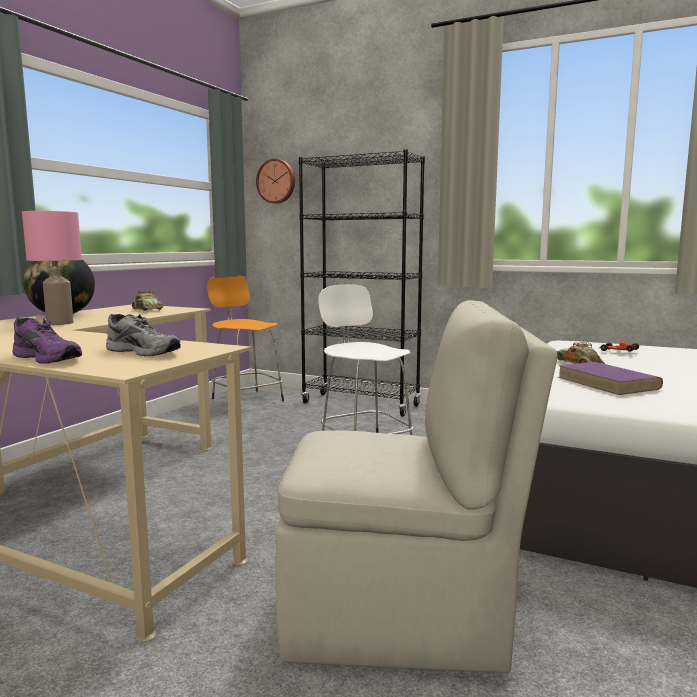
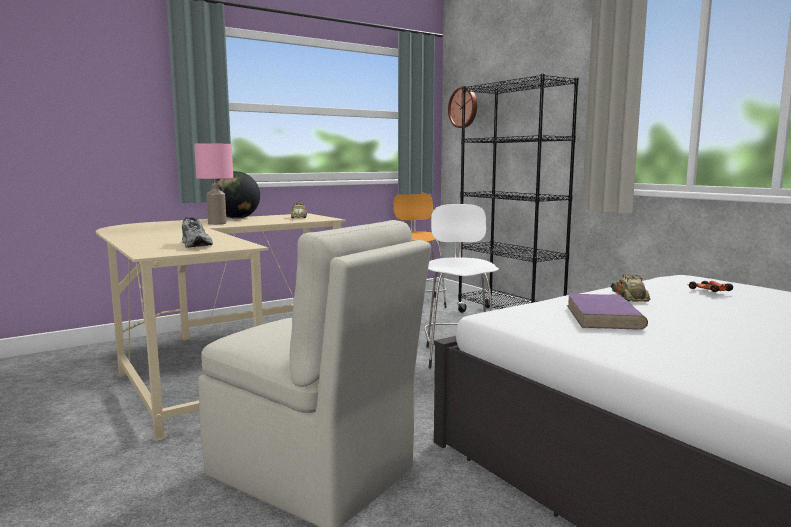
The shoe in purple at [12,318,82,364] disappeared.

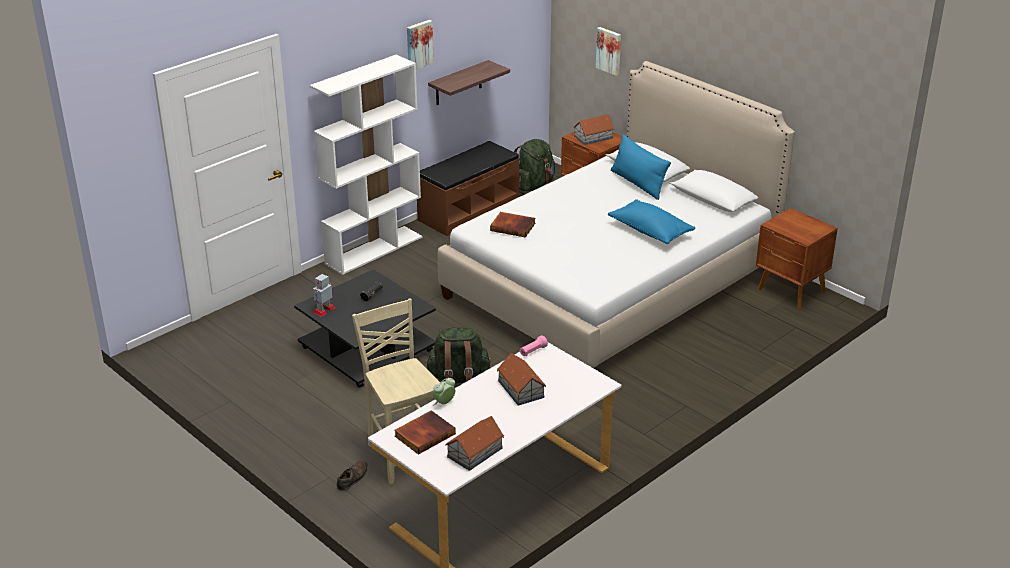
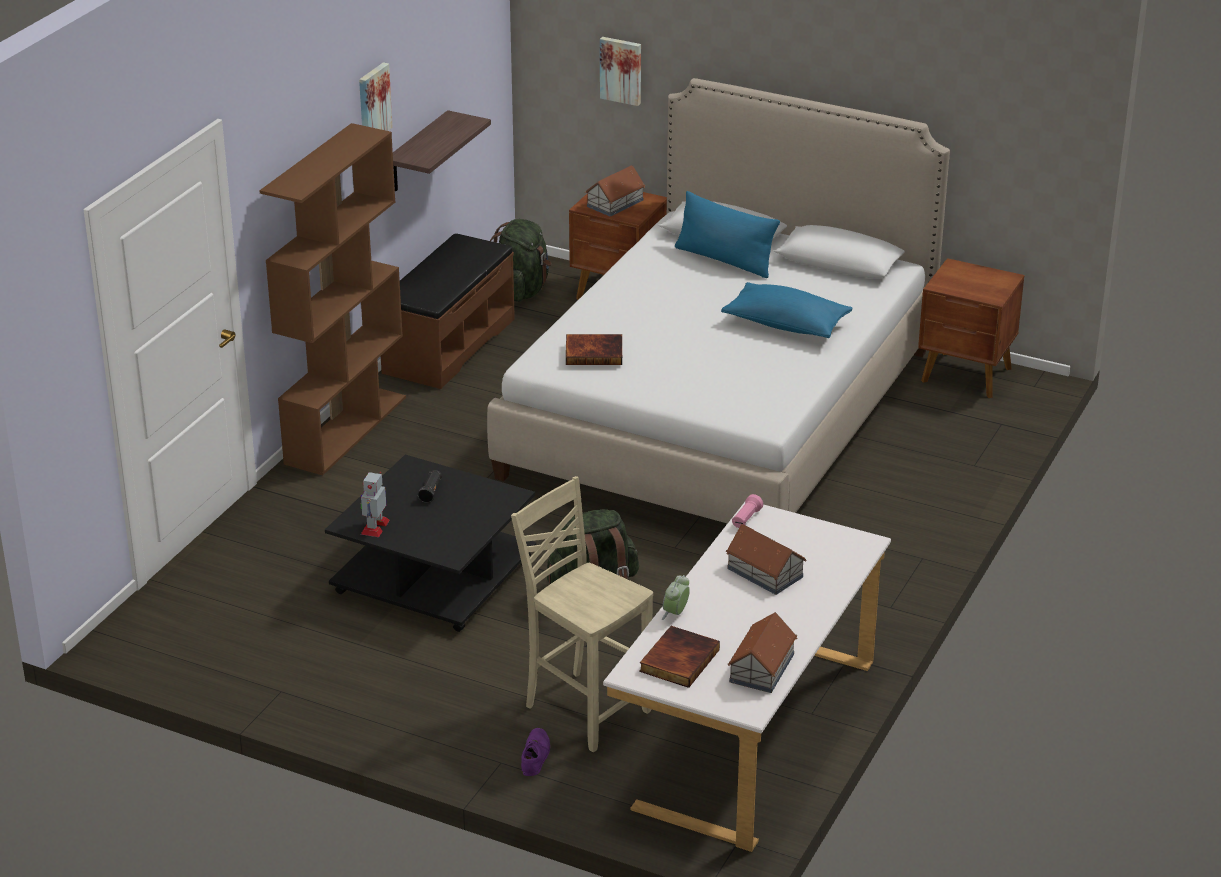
The bookshelf in white-coloured at [309,55,422,275] became the bookshelf in brownish at [260,123,406,475].
The shoe in brownish at [337,460,368,491] became the shoe in purple at [521,728,551,776].

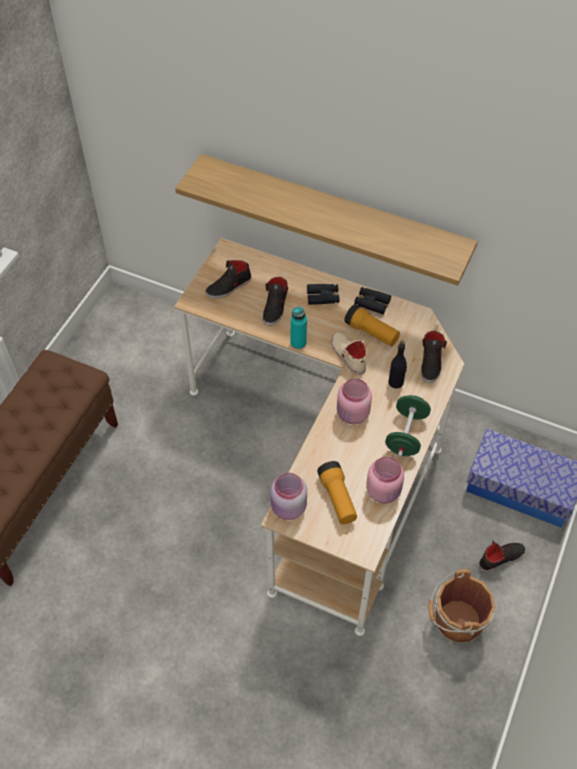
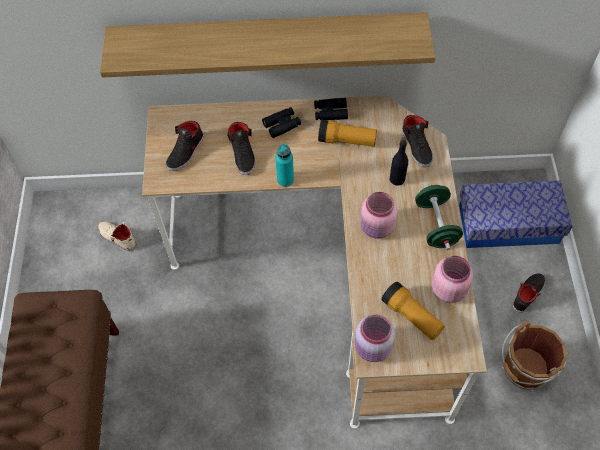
The shoe in beige-coloured moved from [332,332,367,375] to [98,221,136,251].

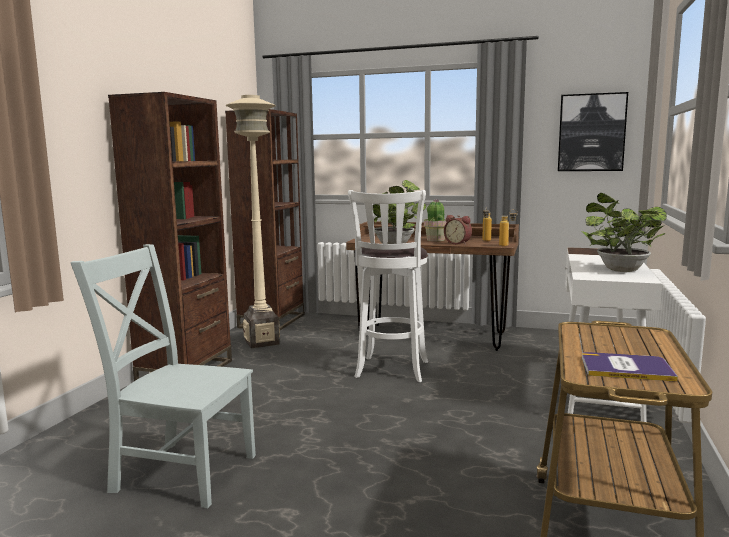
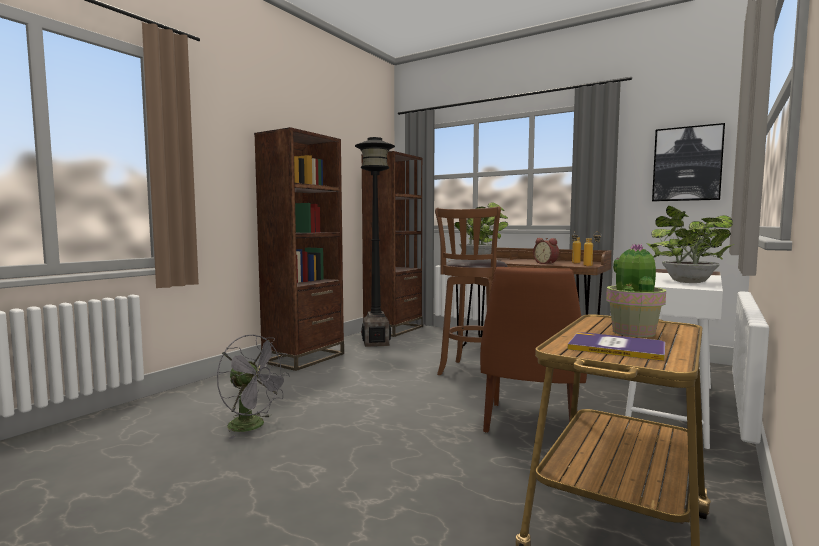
The chair in brownish at [480,267,587,433] appeared.
The houseplant moved from [424,199,447,241] to [606,244,666,337].
The chair in gray at [70,244,256,508] was replaced by the cooling fan in gray at [217,334,290,439].
The standard lamp in beige-coloured at [226,95,280,348] became the standard lamp in blackish at [355,137,395,347].
The sitting stool in white-coloured at [348,190,428,382] became the sitting stool in brownish at [435,207,507,375].

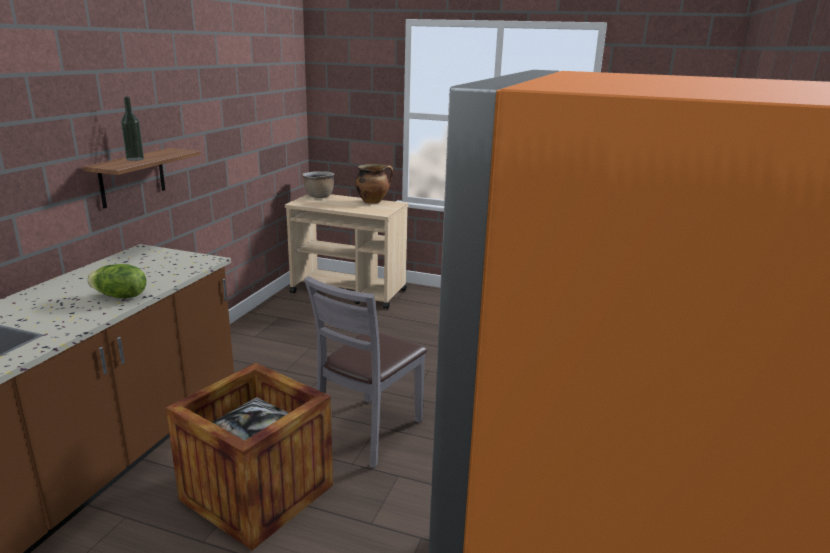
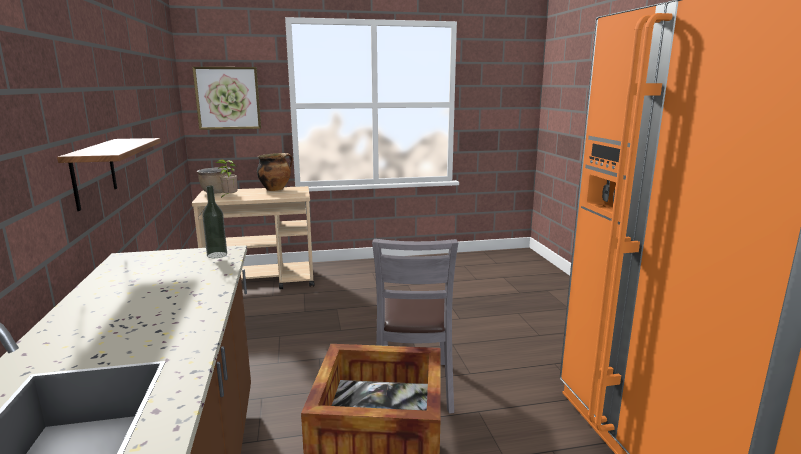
The lettuce at [87,264,146,298] disappeared.
The wall art at [192,67,261,130] appeared.
The houseplant at [215,159,238,199] appeared.
The beverage bottle moved from [121,97,144,161] to [202,185,227,258].

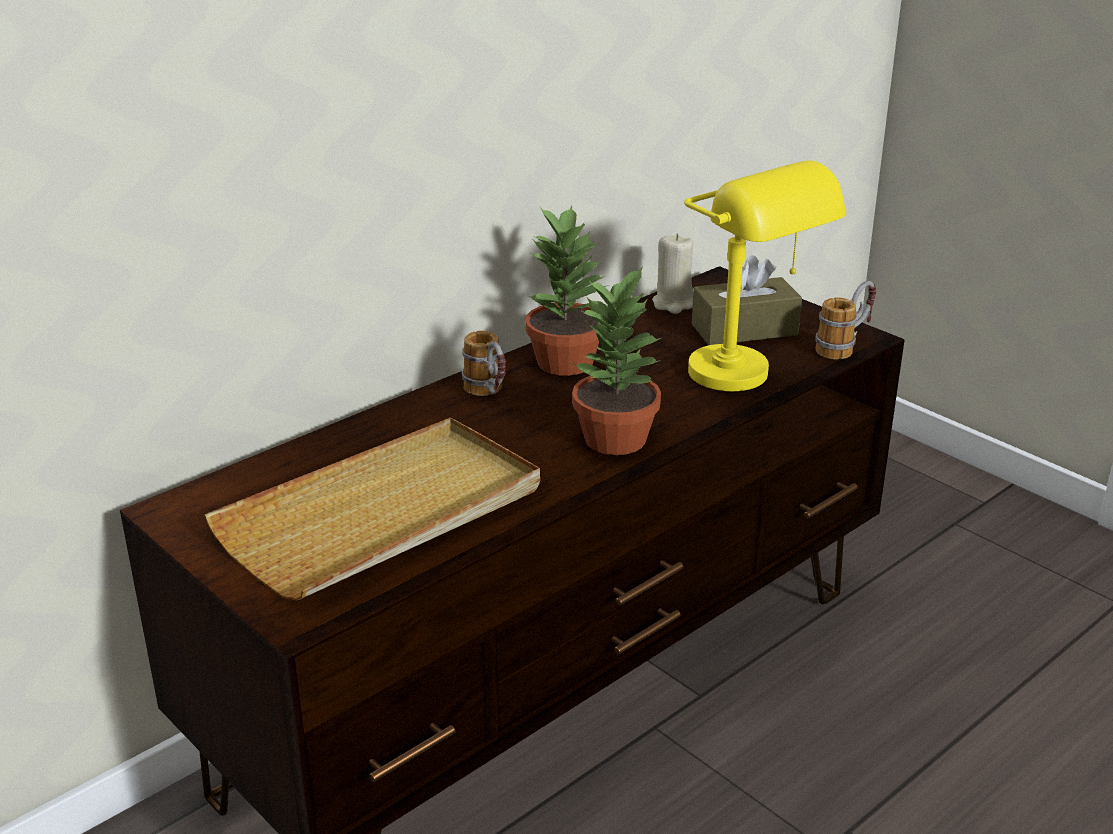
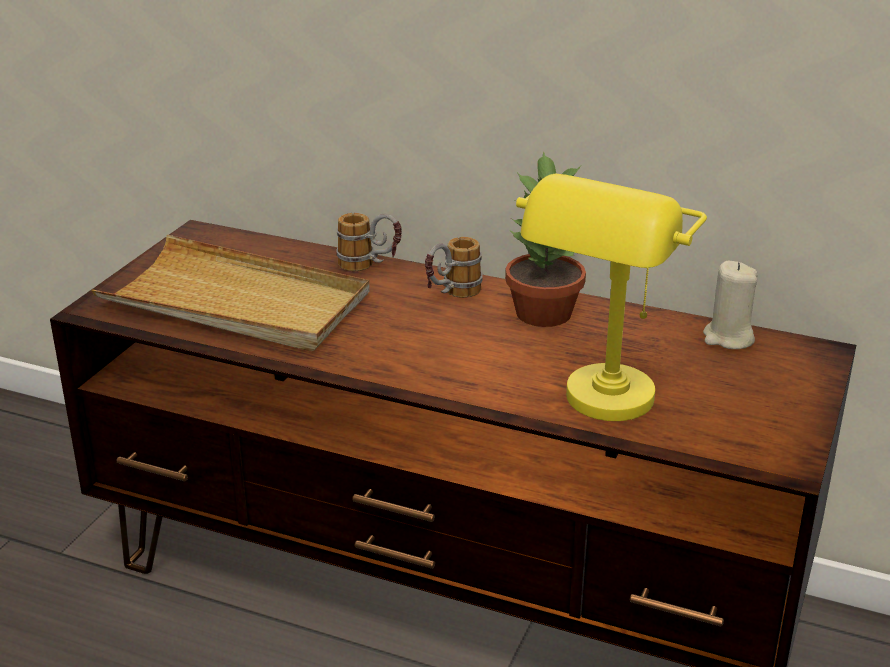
The houseplant at [572,266,661,455] disappeared.
The tissue box in brownish at [692,255,802,345] disappeared.
The mug moved from [816,281,877,360] to [336,213,402,271].

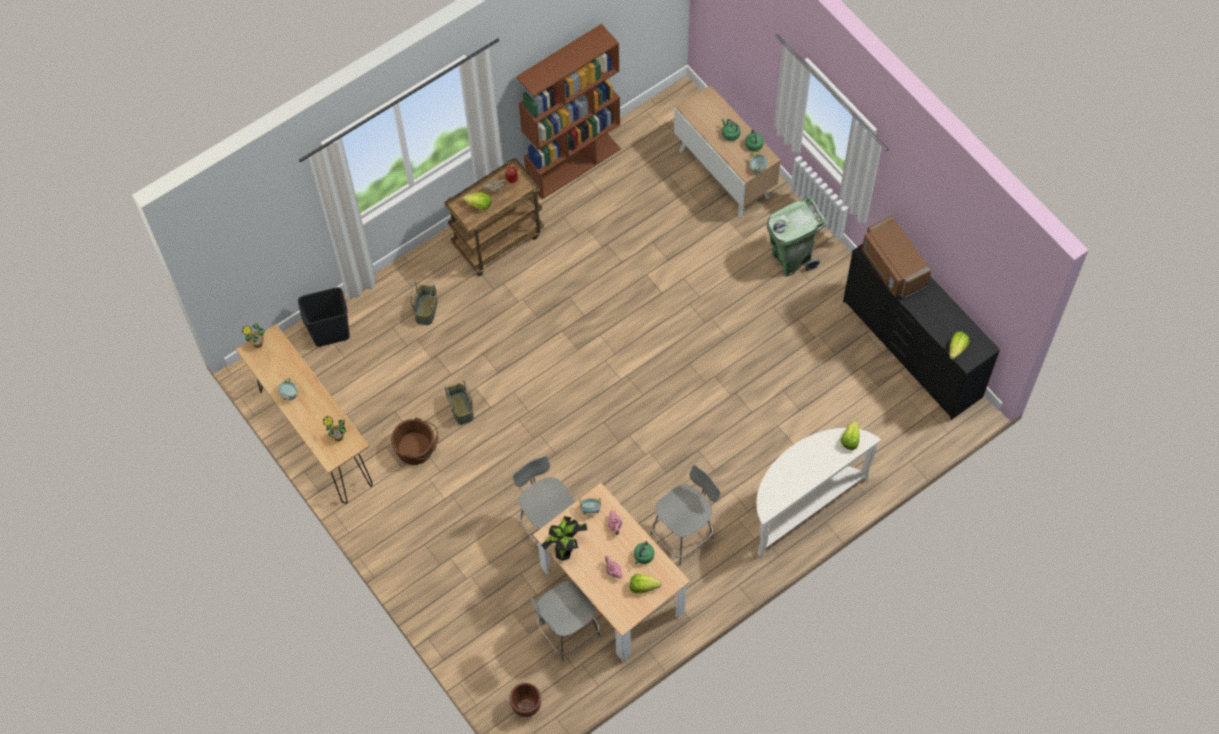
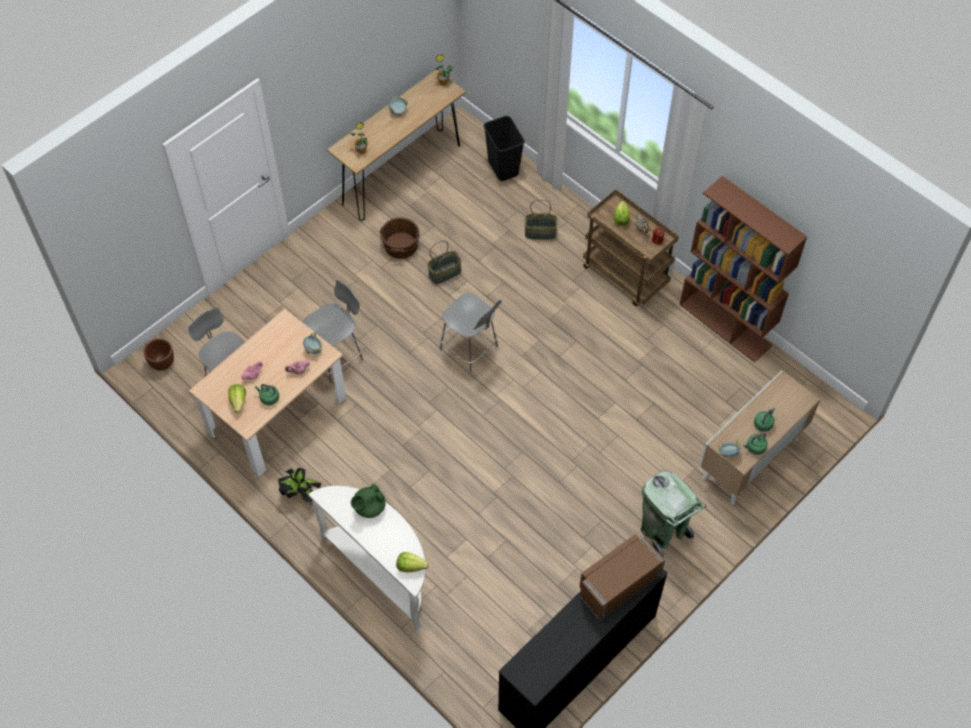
The lettuce at [949,331,970,360] disappeared.
The teapot in green at [351,484,386,518] appeared.
The houseplant moved from [541,516,588,561] to [278,468,321,503].
The chair in gray moved from [650,465,720,565] to [440,293,502,373].

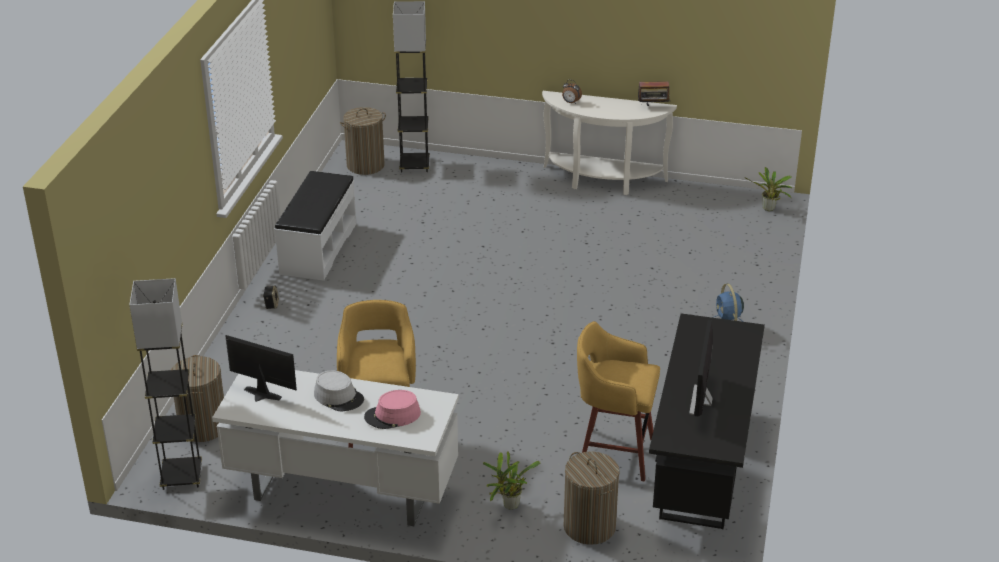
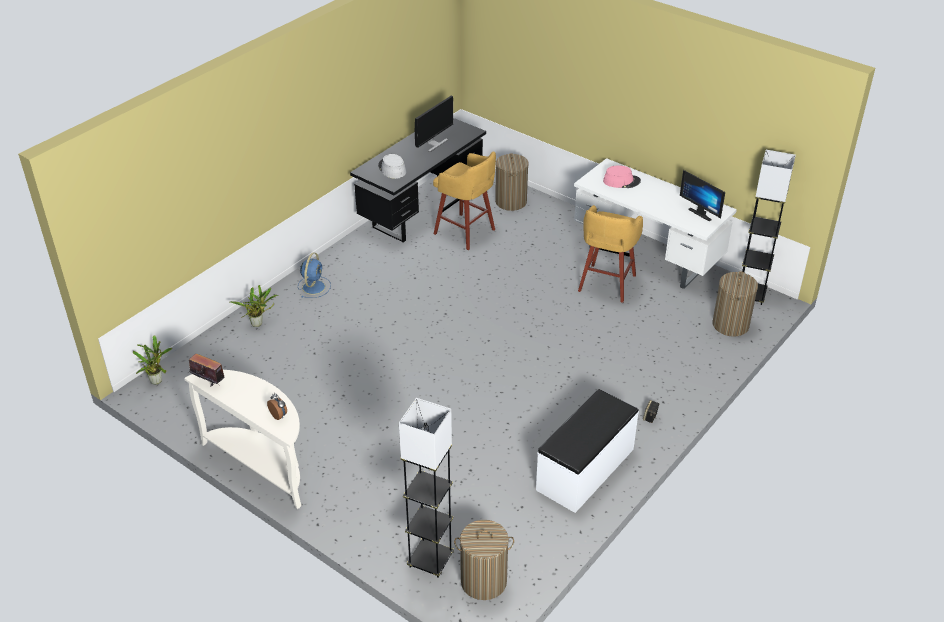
The hat in gray moved from [314,371,364,411] to [378,154,406,179].
The houseplant moved from [483,451,540,510] to [229,285,278,327].

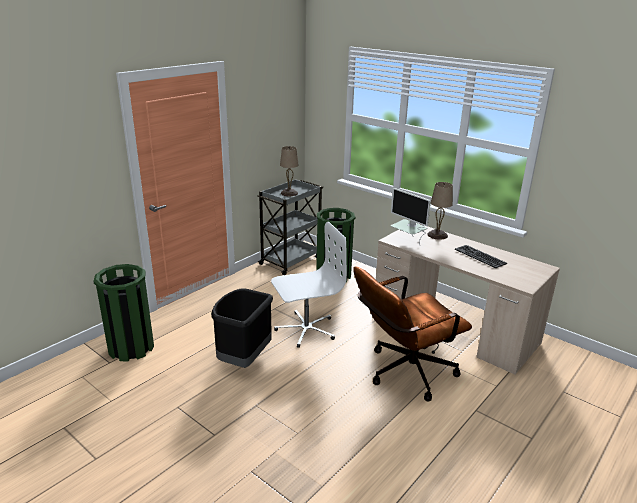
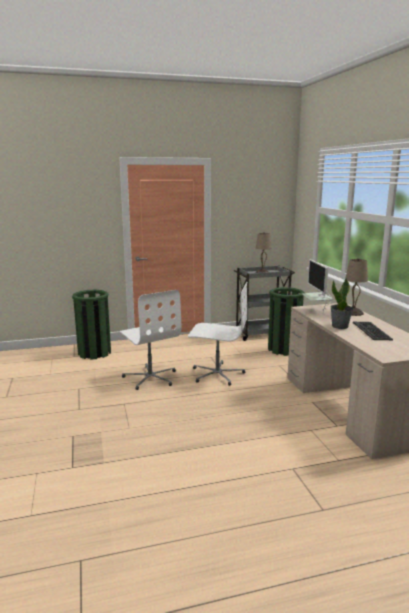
The office chair in brownish at [353,267,472,402] disappeared.
The houseplant at [331,278,353,329] appeared.
The rubbish bin in blackish at [211,289,273,368] was replaced by the office chair in white-coloured at [119,290,181,390].

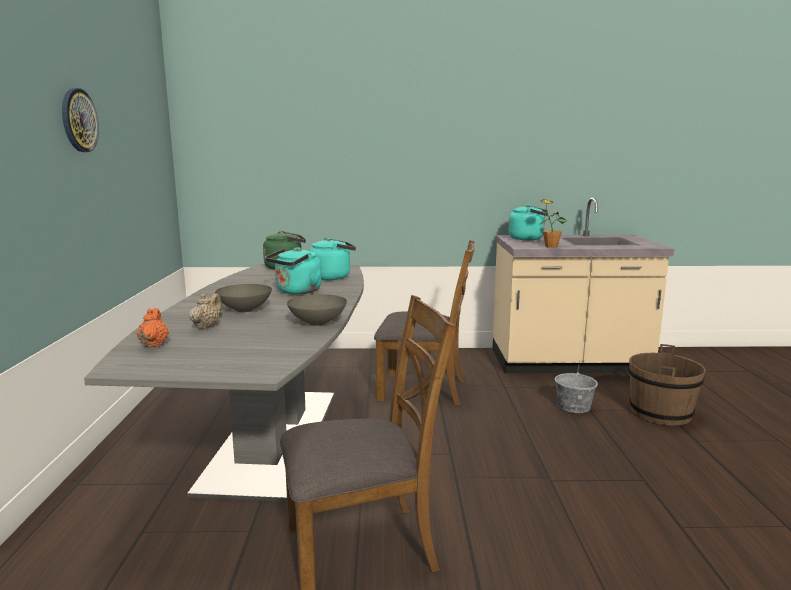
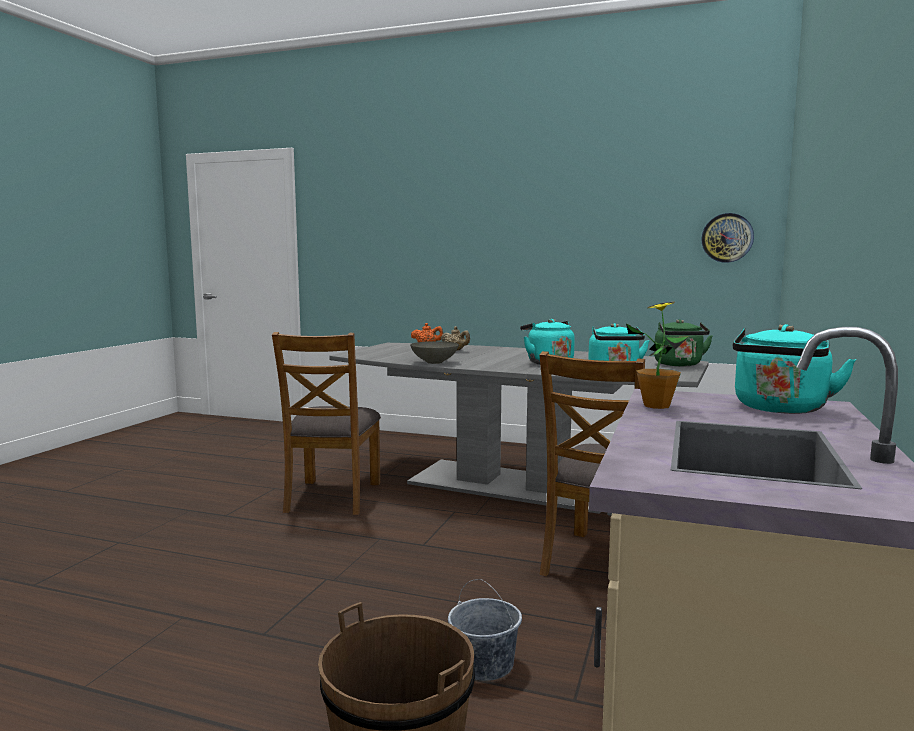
The serving bowl in gray at [215,284,272,312] disappeared.
The hanging clock moved from [62,88,99,152] to [701,213,754,263].

